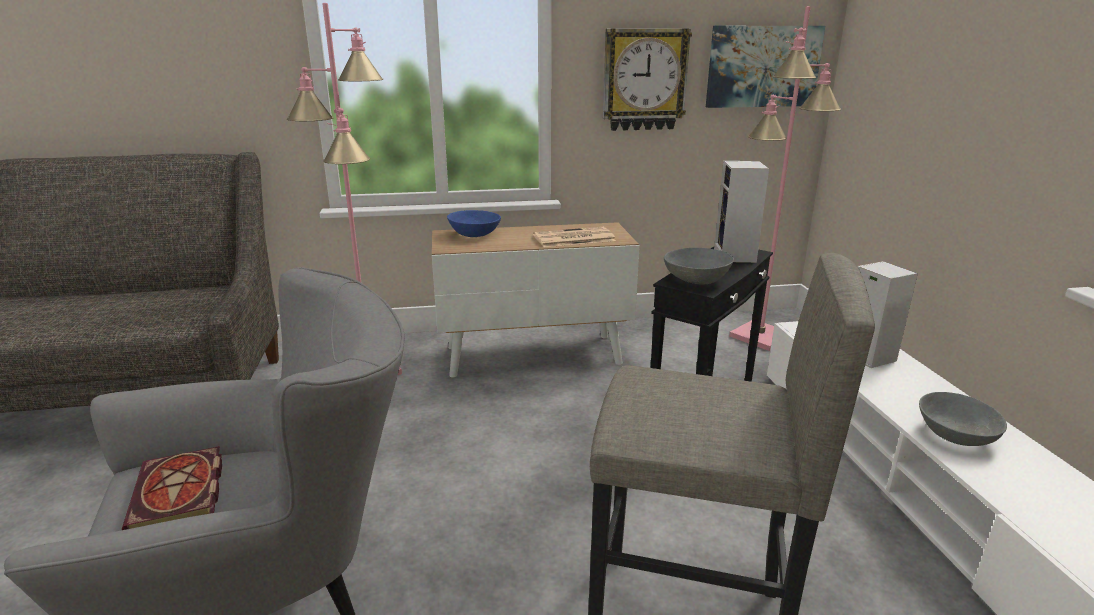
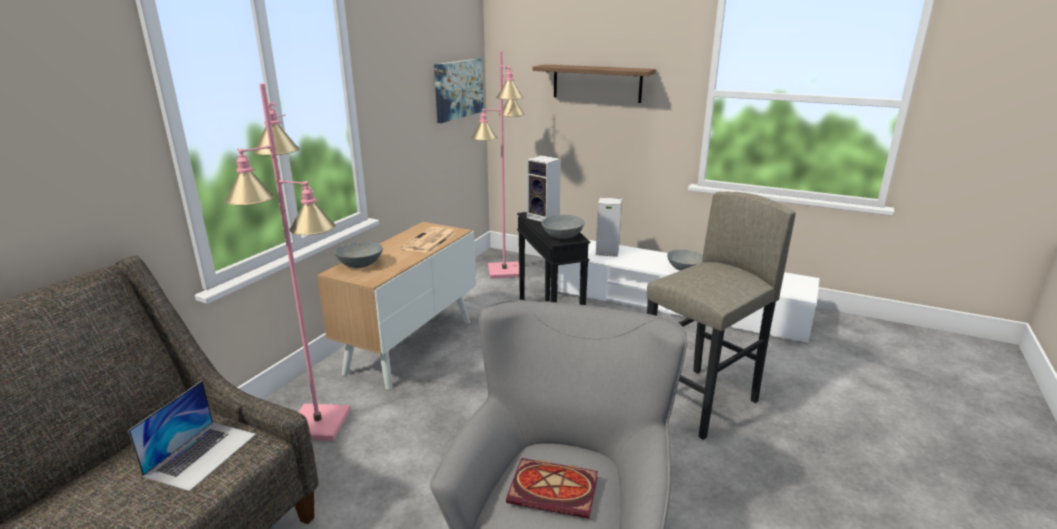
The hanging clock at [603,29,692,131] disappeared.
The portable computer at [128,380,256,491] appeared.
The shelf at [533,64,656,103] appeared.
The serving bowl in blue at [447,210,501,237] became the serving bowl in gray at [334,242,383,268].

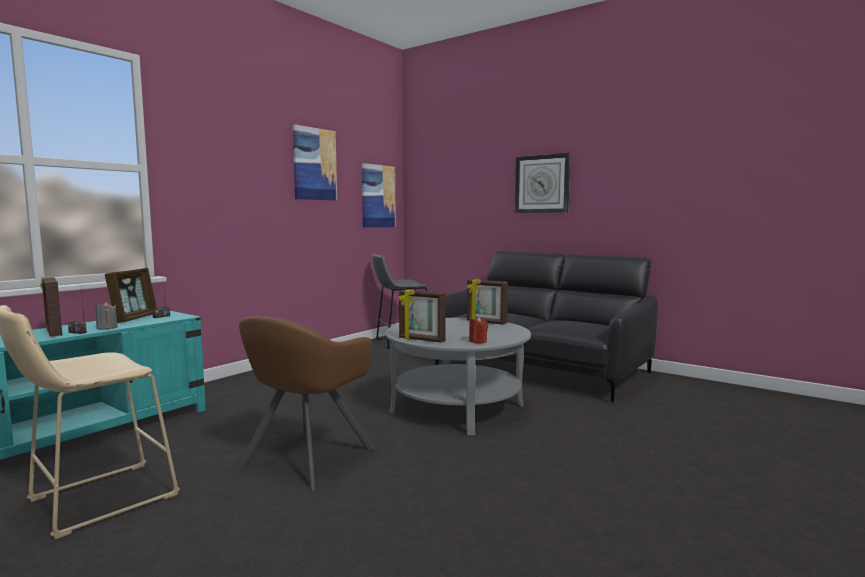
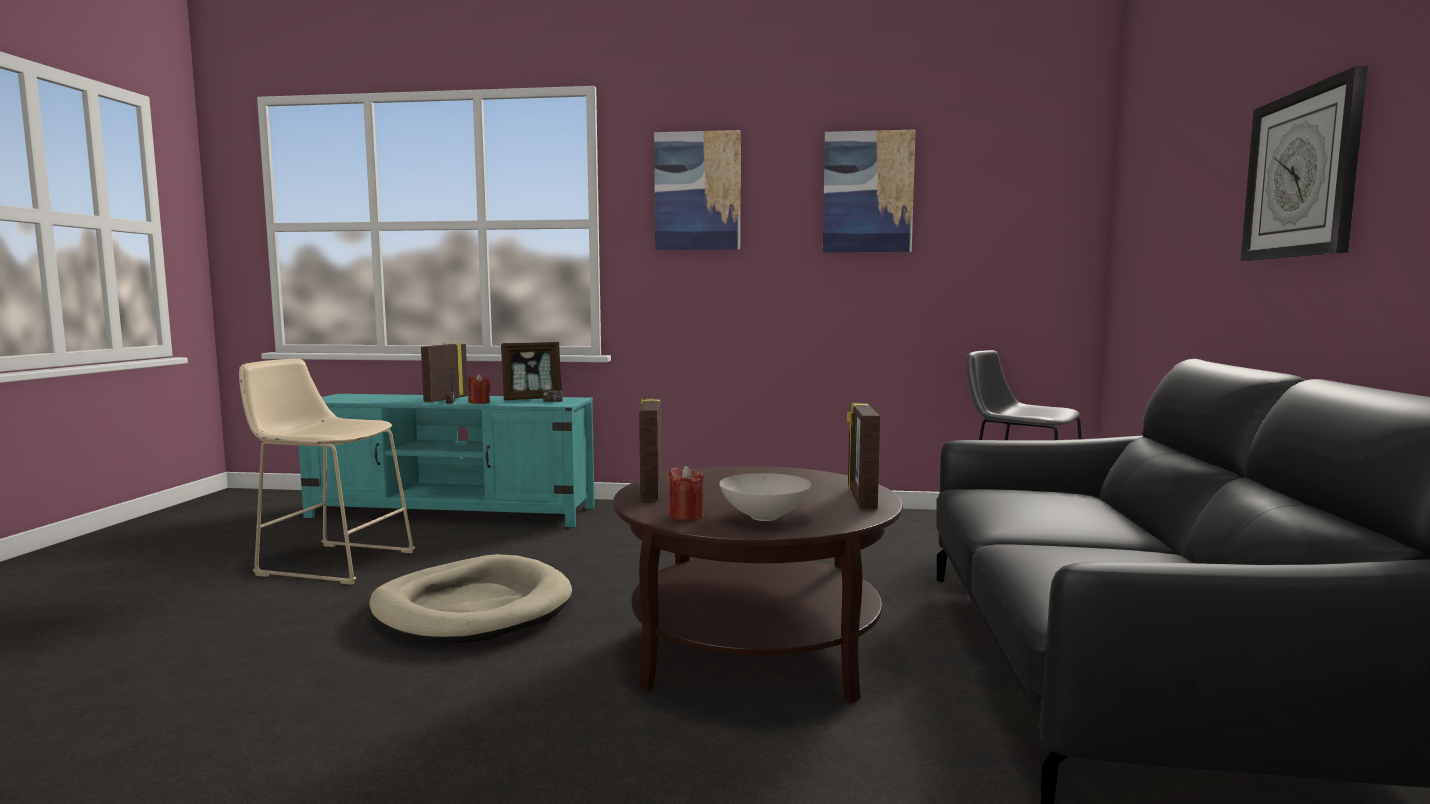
The serving bowl in white-coloured at [719,473,811,521] appeared.
The wall art moved from [362,163,396,228] to [654,130,741,250].
The armchair in brownish at [236,316,375,491] was replaced by the dog bed in beige-coloured at [369,554,572,644].
The wax light in gray at [95,302,117,329] became the wax light in red at [468,374,491,404].
The low table in gray at [386,318,531,436] became the low table in brownish at [613,466,903,703].

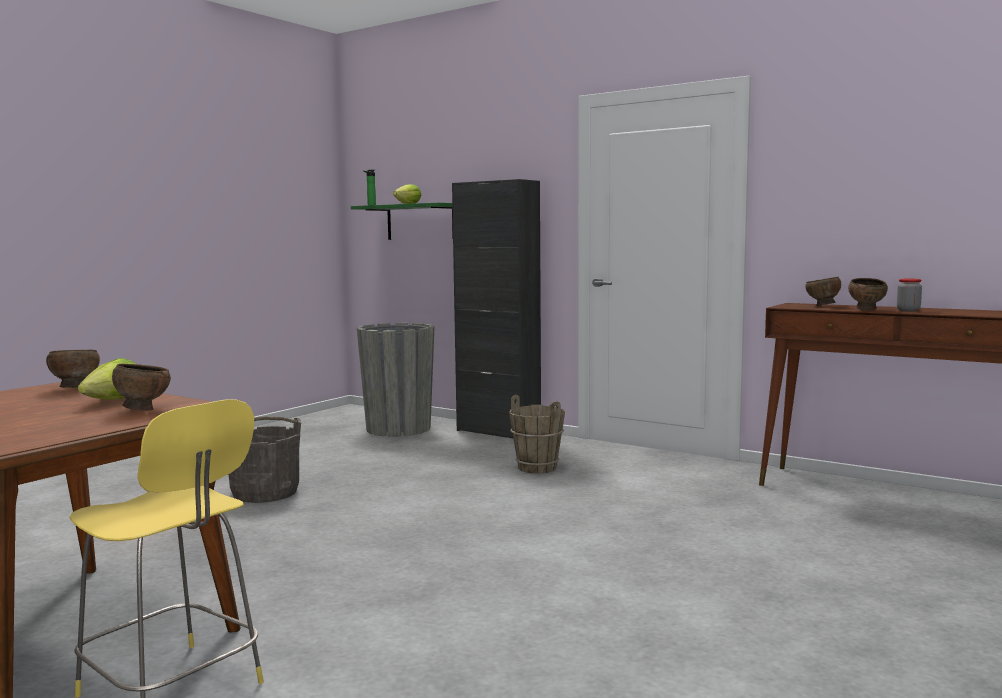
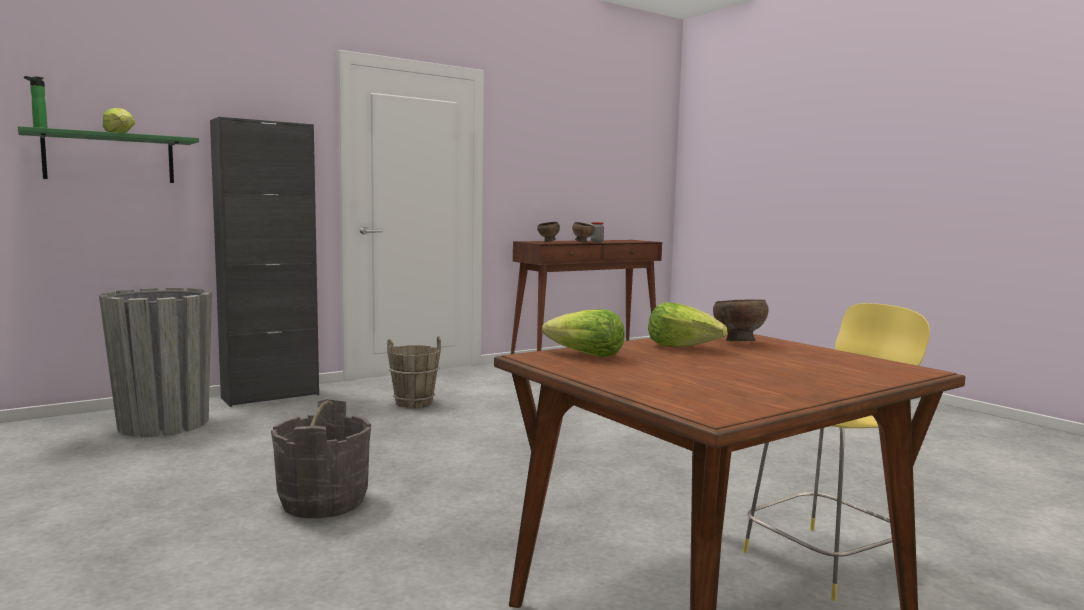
The serving bowl in brownish at [46,349,100,388] was replaced by the lettuce at [542,309,624,357].

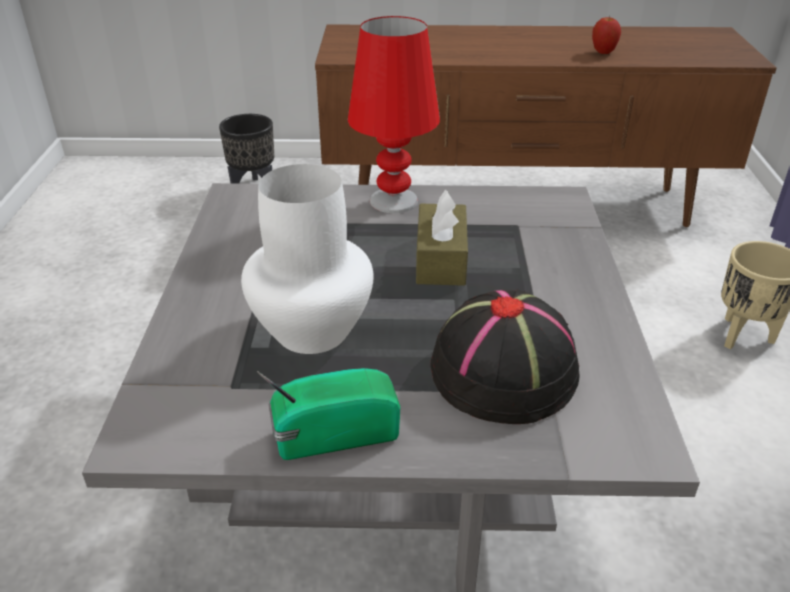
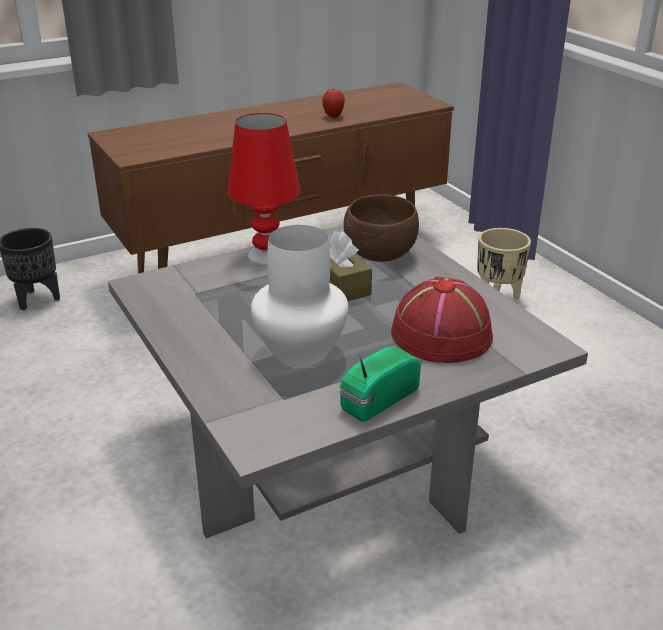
The serving bowl in brownish at [344,195,419,262] appeared.
The hat in blackish at [431,289,580,424] became the hat in red at [391,277,493,363].

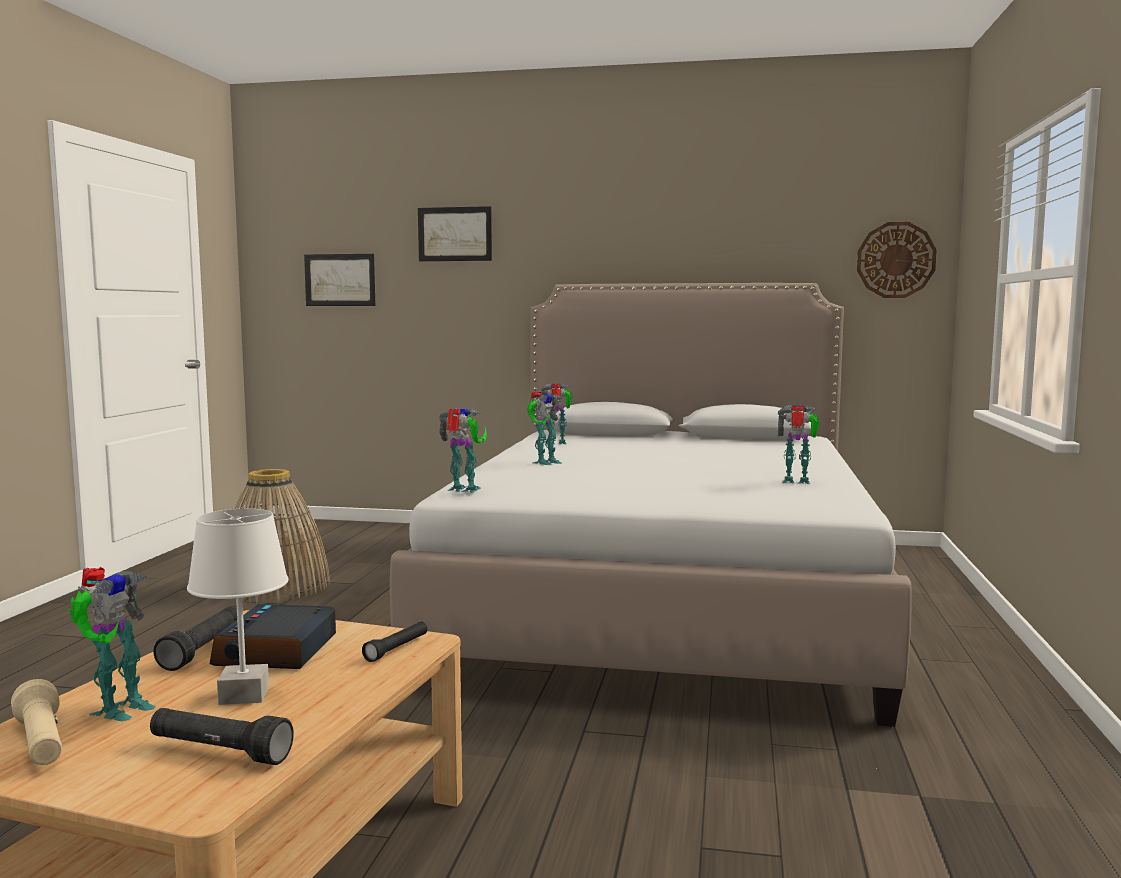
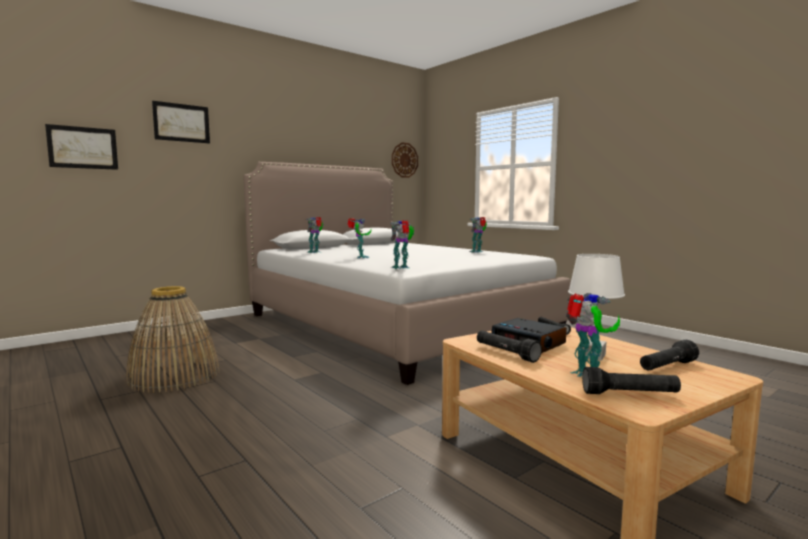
The hand torch in beige-coloured at [11,679,62,765] became the hand torch in blackish at [582,367,681,394].

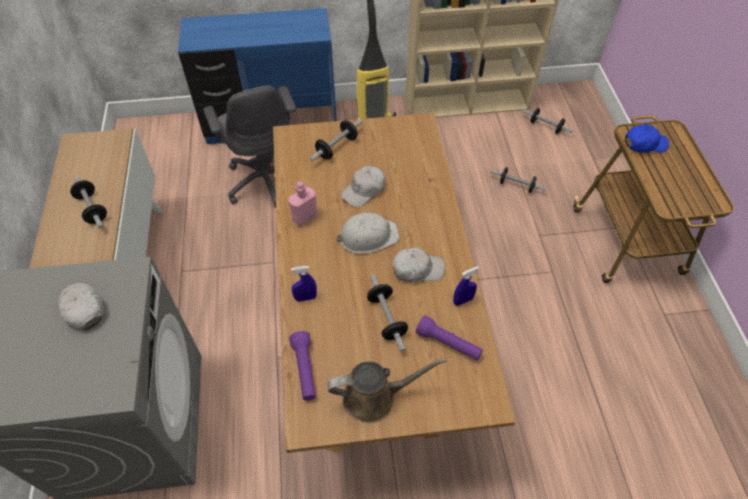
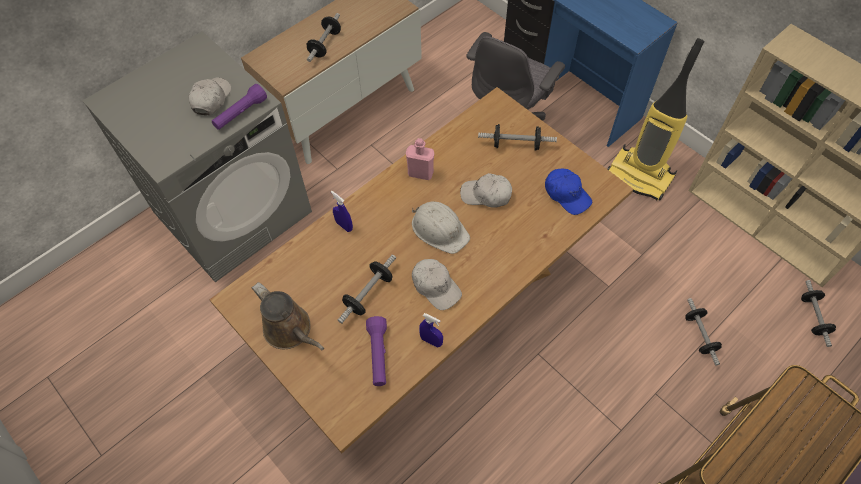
The hand torch in purple moved from [289,331,316,401] to [212,84,267,130].
The cap in blue moved from [625,124,669,153] to [545,169,592,215].

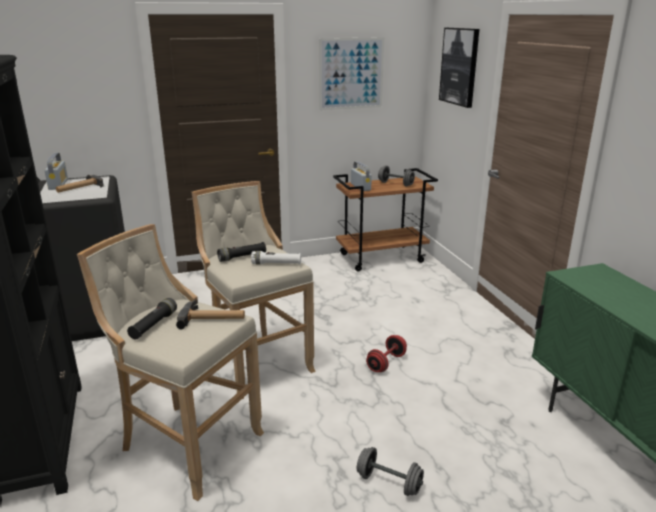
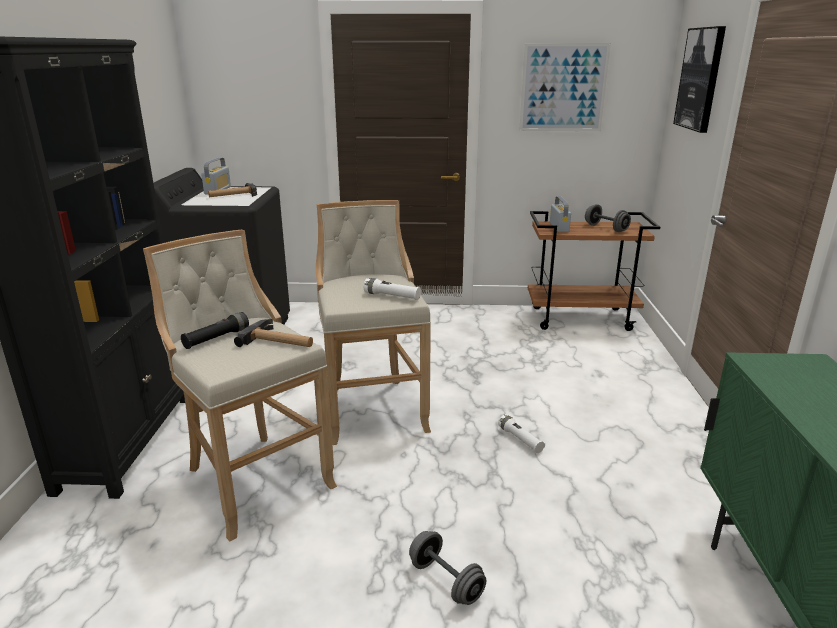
The hand torch in blackish at [217,242,266,262] disappeared.
The hand weight in red at [366,335,407,372] was replaced by the hand torch in white-coloured at [498,414,545,453].

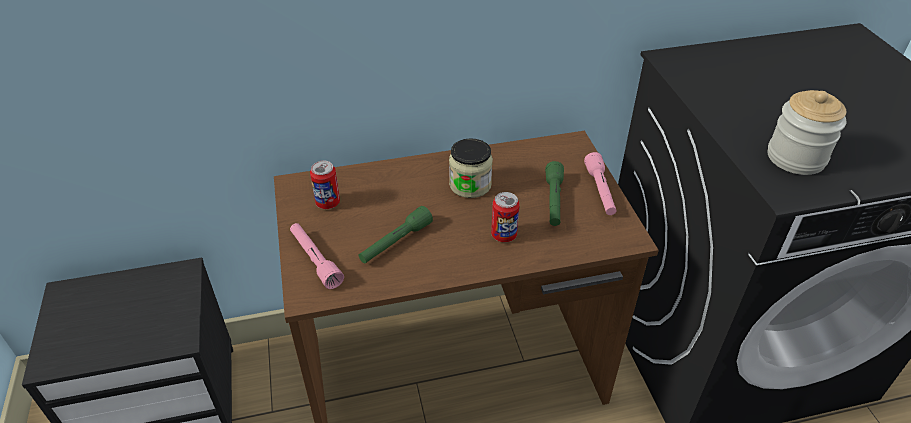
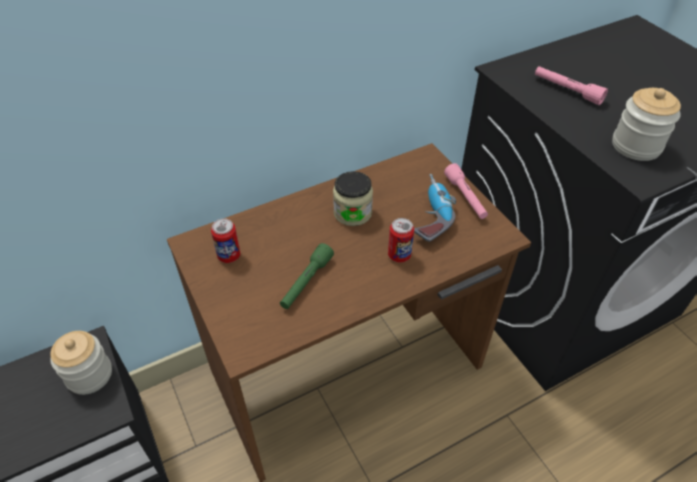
The storage jar at [50,331,112,395] appeared.
The hand torch in pink moved from [290,223,344,289] to [535,66,608,105].
The hand torch in green at [545,161,564,226] was replaced by the electric drill at [414,174,456,242].

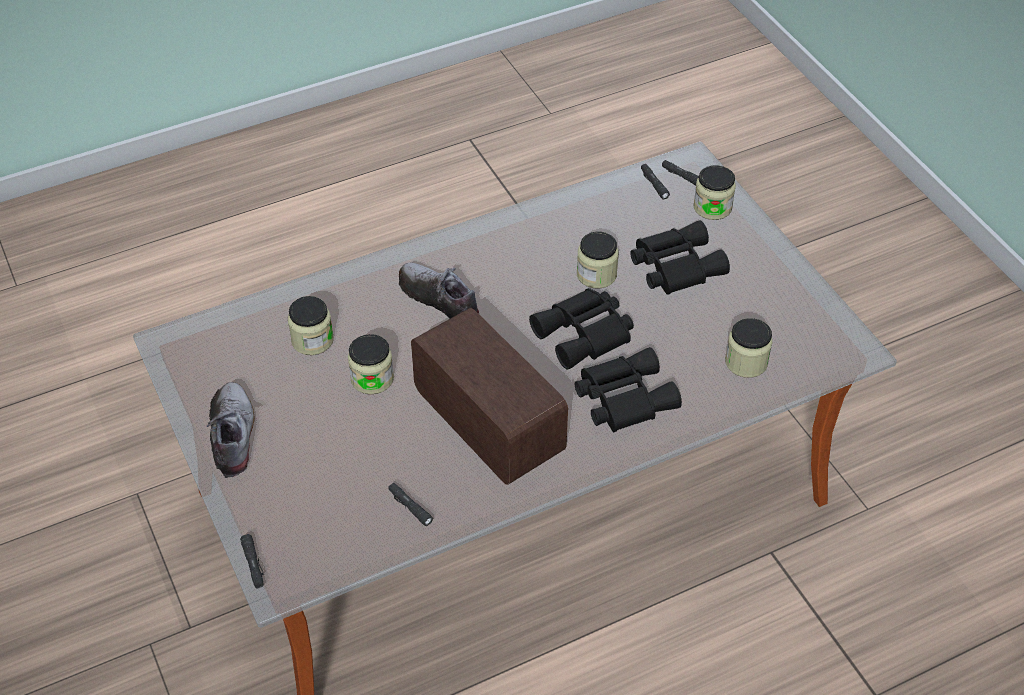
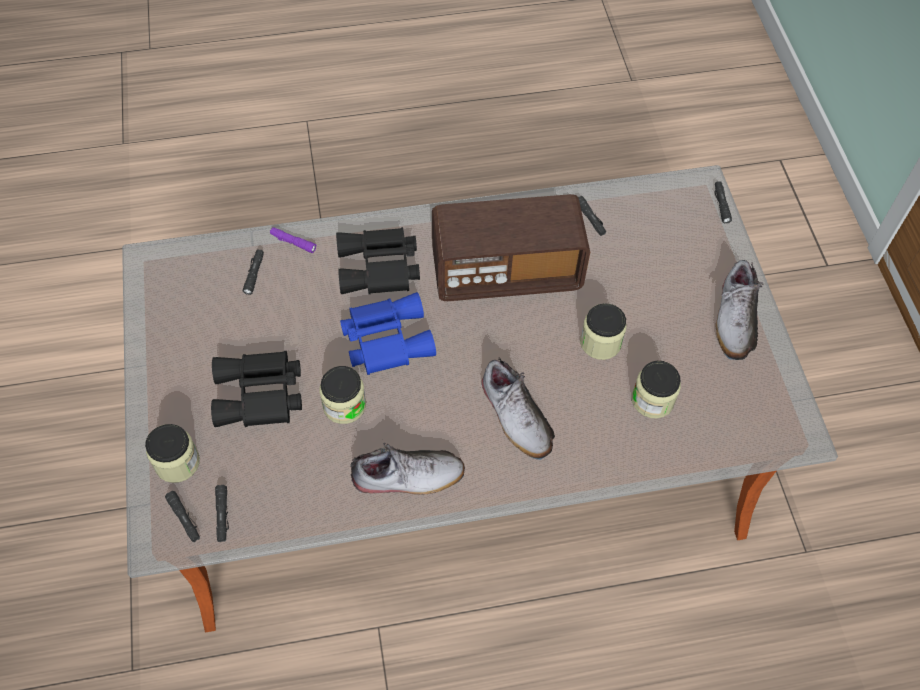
The hand torch in purple at [270,227,317,253] appeared.
The shoe at [350,443,465,495] appeared.
The storage jar at [725,318,773,378] was replaced by the hand torch in blackish at [243,249,264,295].
The field glasses in blackish at [529,288,634,370] became the field glasses in blue at [340,292,436,375].
The radio receiver at [411,308,568,485] turned 75 degrees counterclockwise.

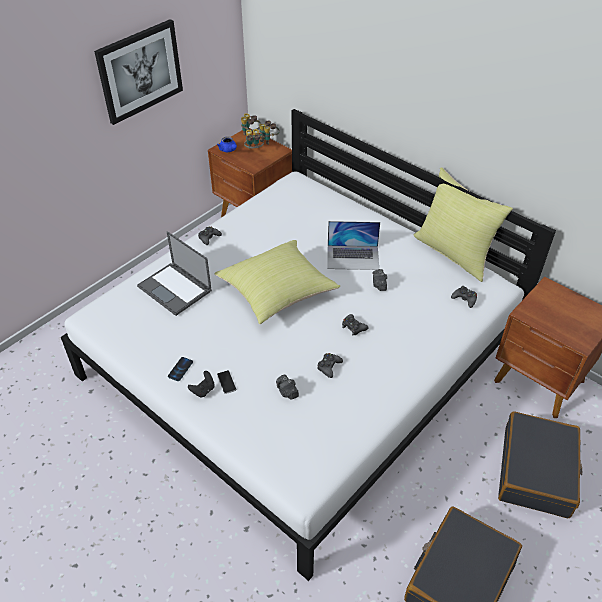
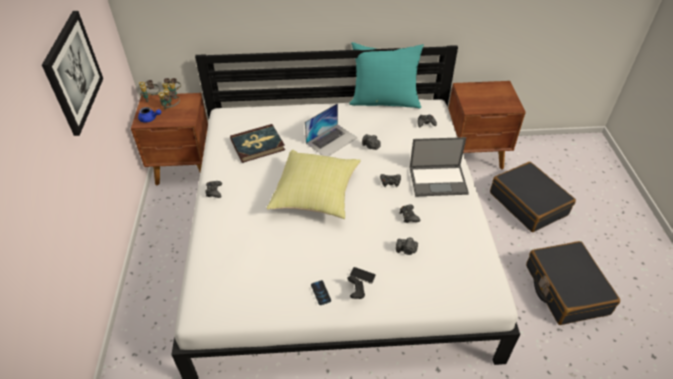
The book at [230,124,285,163] appeared.
The portable computer moved from [137,231,212,316] to [410,137,469,197].
The cushion in yellow at [414,167,513,282] became the cushion in turquoise-coloured at [349,42,424,108].

